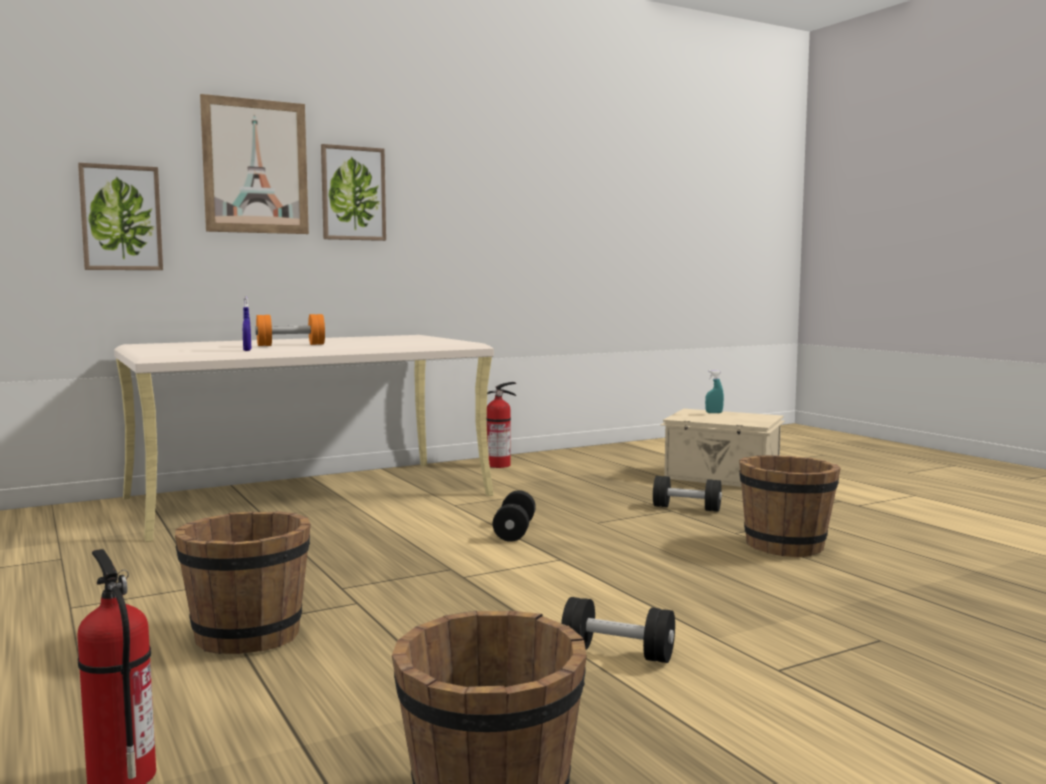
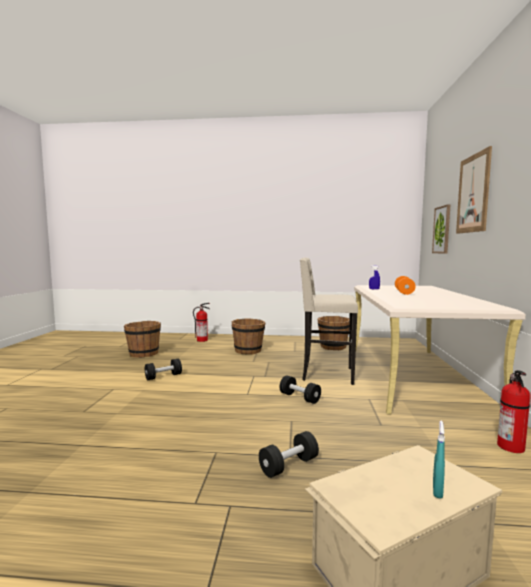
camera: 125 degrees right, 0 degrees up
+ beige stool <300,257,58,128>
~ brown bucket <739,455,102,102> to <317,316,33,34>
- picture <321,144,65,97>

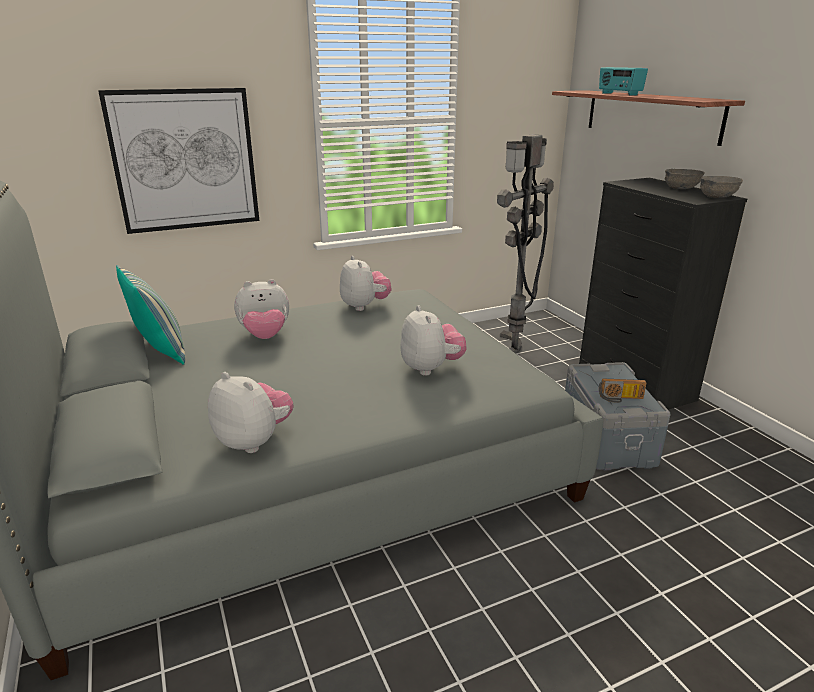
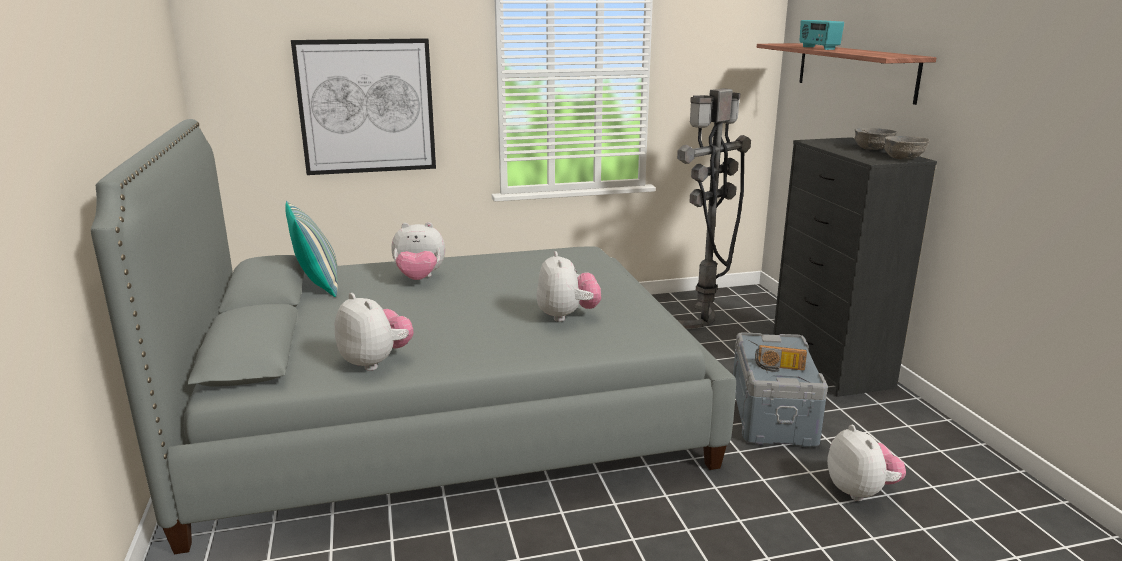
camera: 10 degrees right, 5 degrees down
~ plush toy <340,256,51,55> to <827,425,79,76>

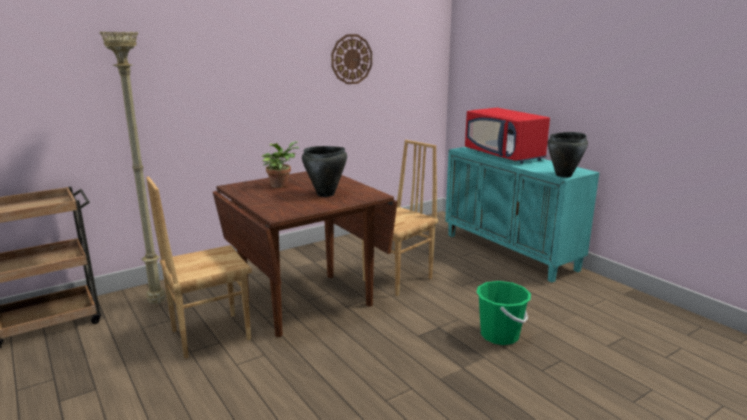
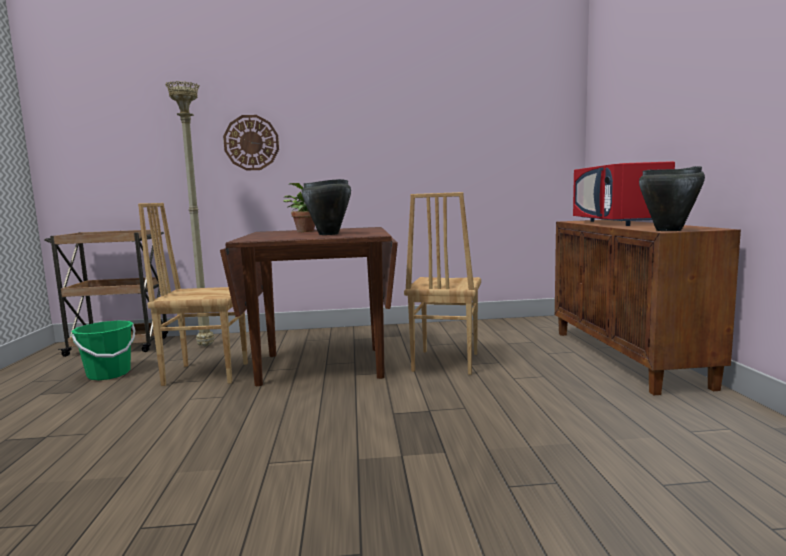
camera: 30 degrees right, 10 degrees down
~ green bucket <476,281,55,64> to <71,321,64,59>
~ wall clock <331,34,41,50> to <223,115,56,56>
~ brown chair <362,140,76,156> = <404,192,77,183> 120 degrees clockwise
~ turquoise cabinet <445,147,154,135> to brown cabinet <555,220,186,175>

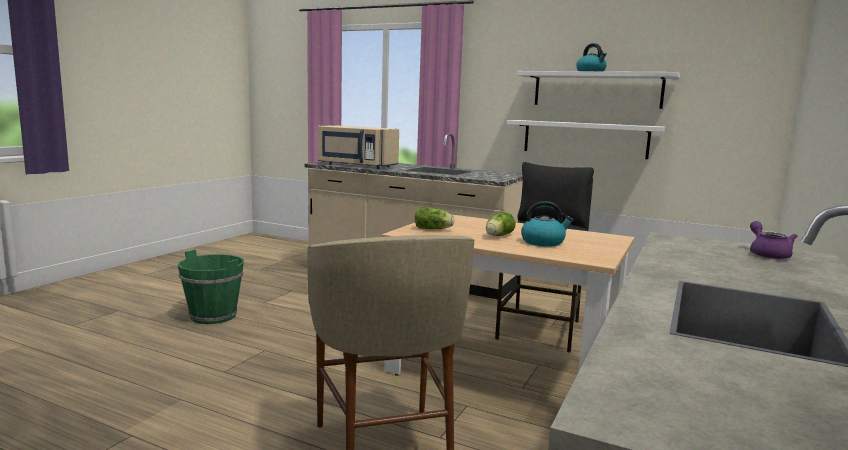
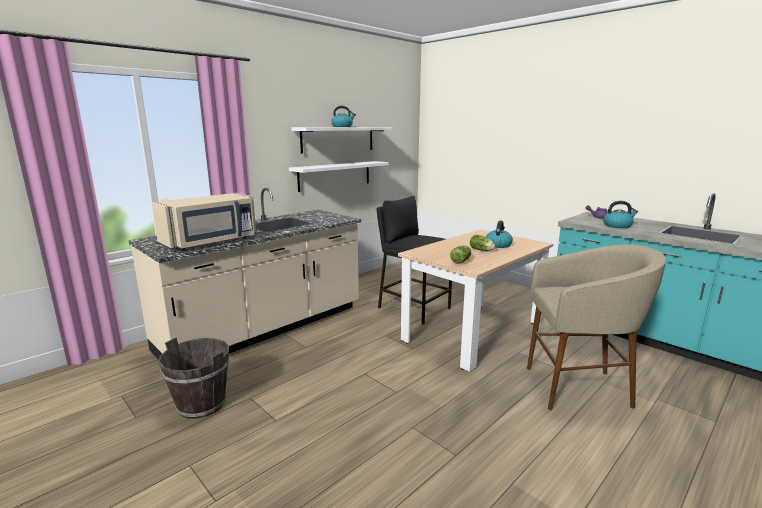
camera: 70 degrees left, 5 degrees up
+ brown bucket <158,337,71,82>
+ kettle <603,201,35,27>
- green bucket <178,250,66,74>

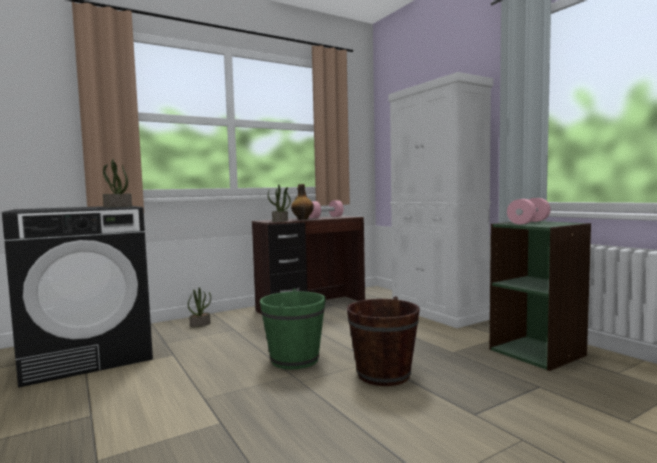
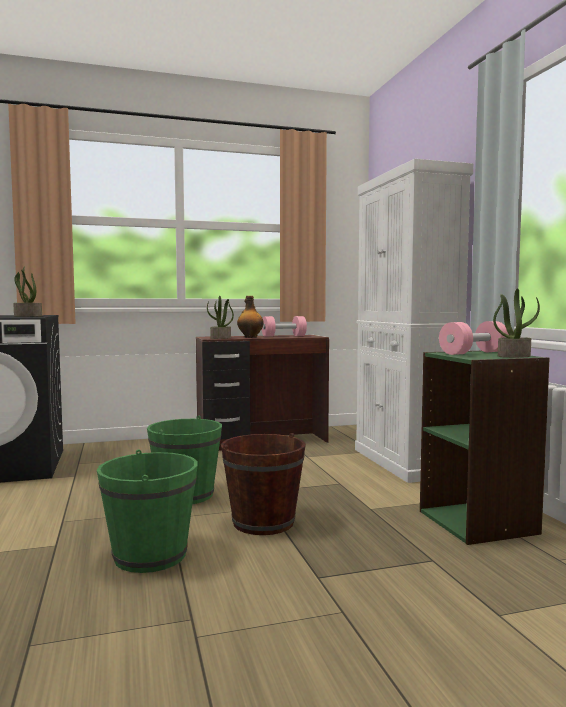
camera: 15 degrees right, 0 degrees up
+ green bucket <97,449,101,124>
~ potted plant <188,287,23,40> to <493,288,47,70>

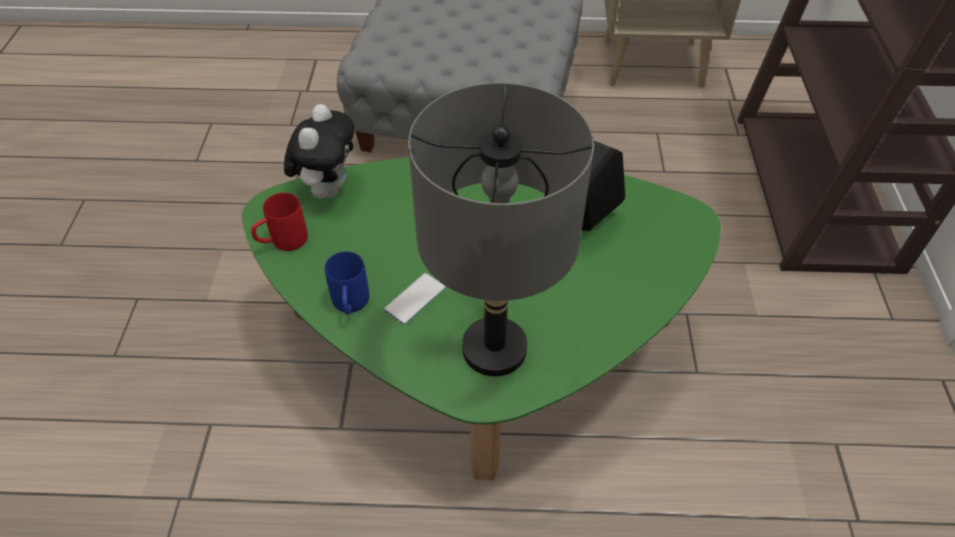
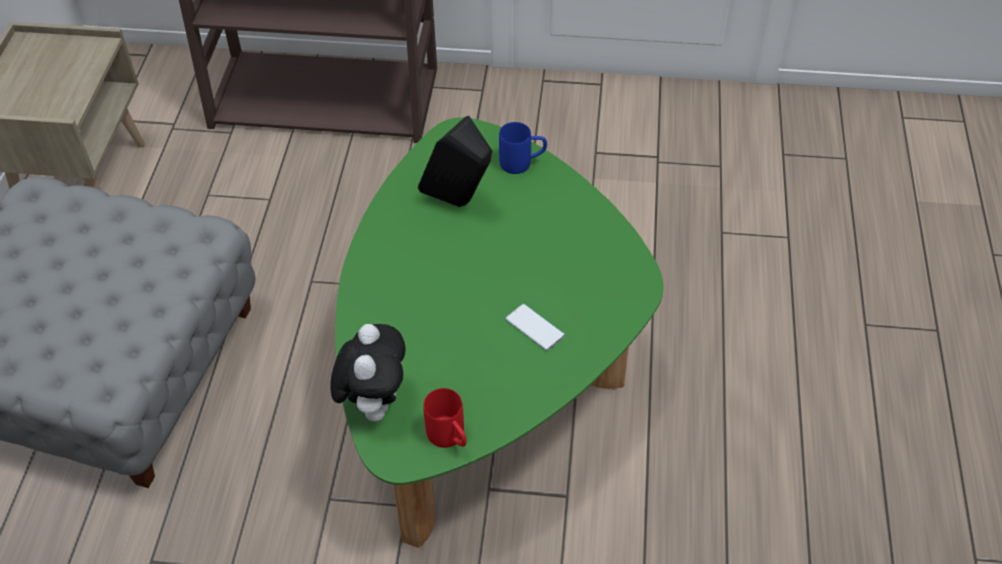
camera: 85 degrees left, 0 degrees up
~ plush toy <284,104,70,95> = <330,324,76,98> 75 degrees clockwise
~ blue mug <325,251,44,64> to <499,122,48,52>
- grey table lamp <408,83,186,294>

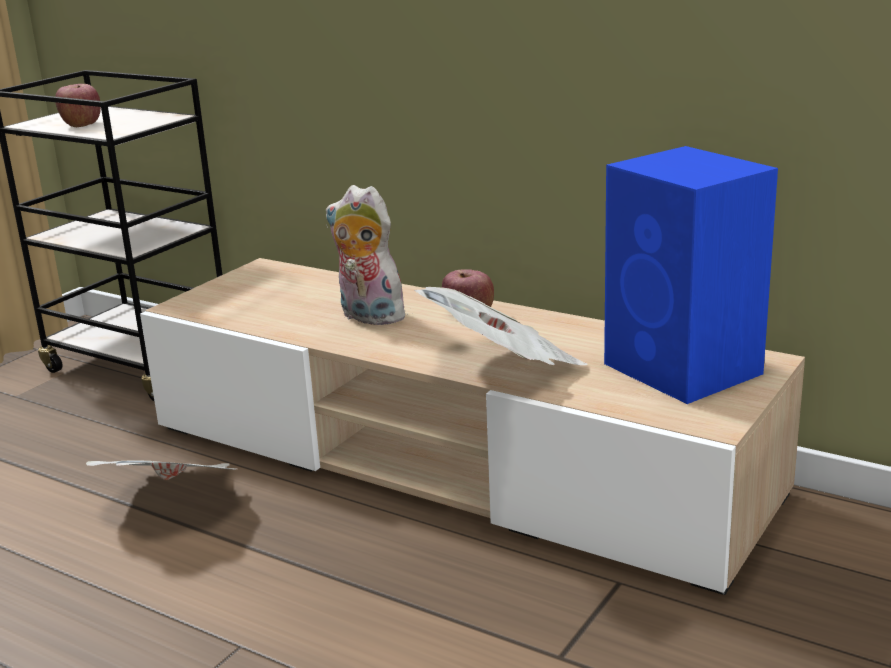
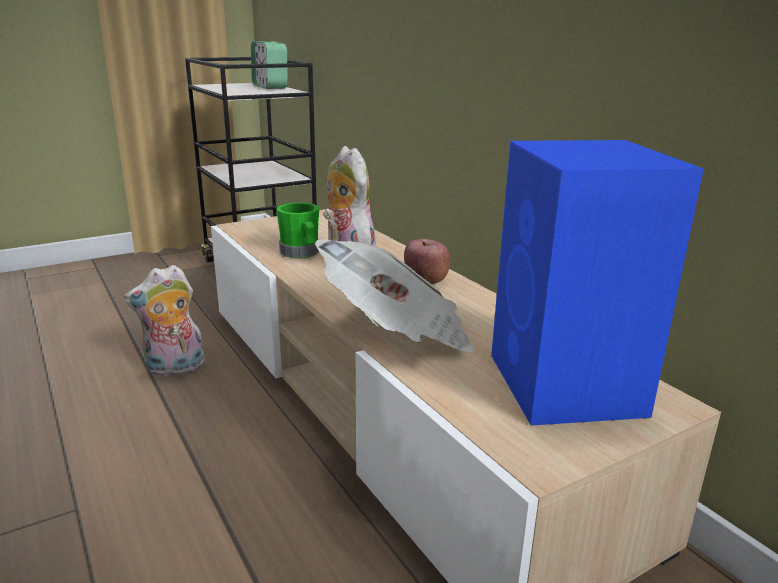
camera: 25 degrees right, 0 degrees up
~ newspaper <86,460,150,20> to plush toy <124,265,81,112>
+ alarm clock <251,41,37,48>
+ green mug <276,203,43,55>
- apple <55,84,46,43>

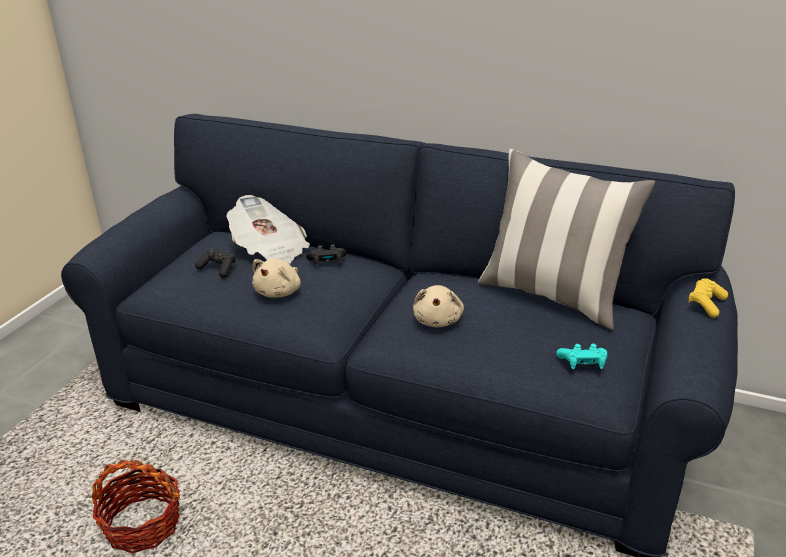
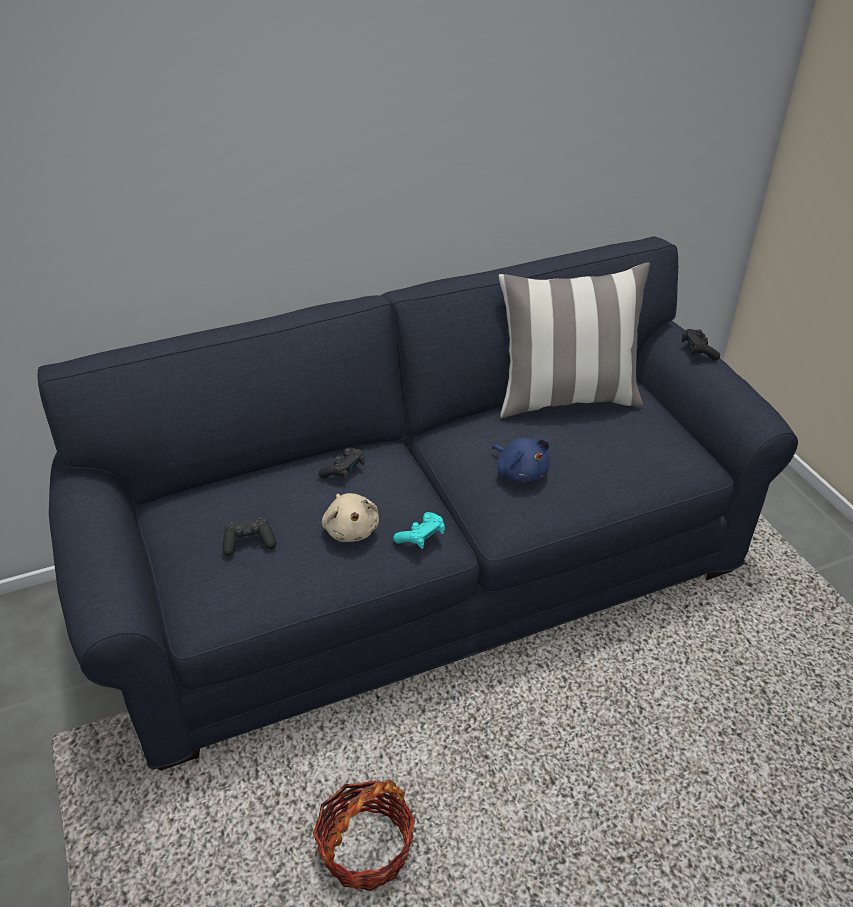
camera: 45 degrees left, 10 degrees up
~ turquoise game controller <556,344,51,25> to <393,512,52,37>
~ beige plush toy <413,285,51,42> to blue plush toy <492,438,58,45>
~ yellow game controller <688,278,40,40> to black game controller <682,329,38,32>
- newspaper <226,195,84,69>

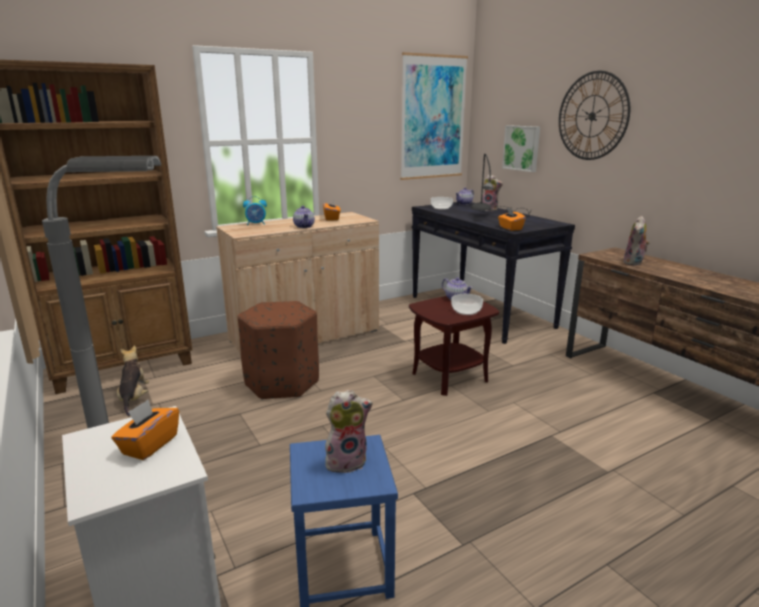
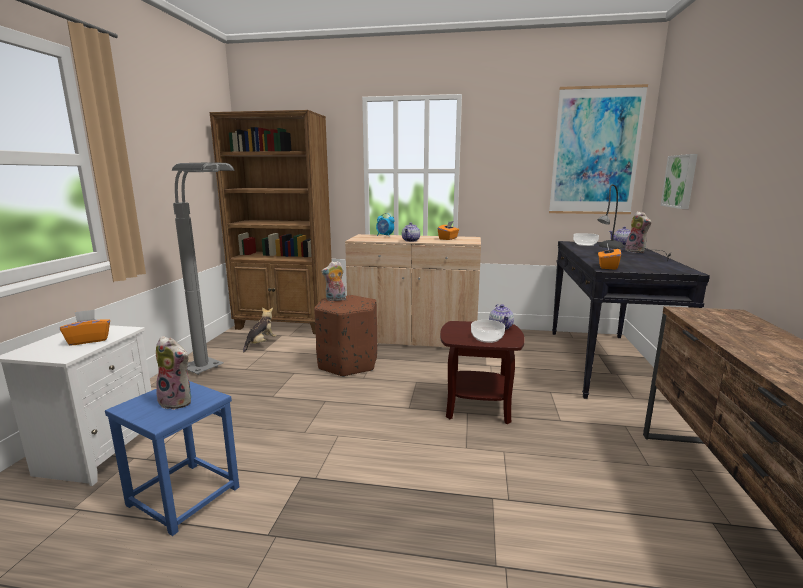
camera: 40 degrees right, 5 degrees down
~ plush toy <624,216,26,50> to <321,261,25,40>
- wall clock <559,71,71,89>

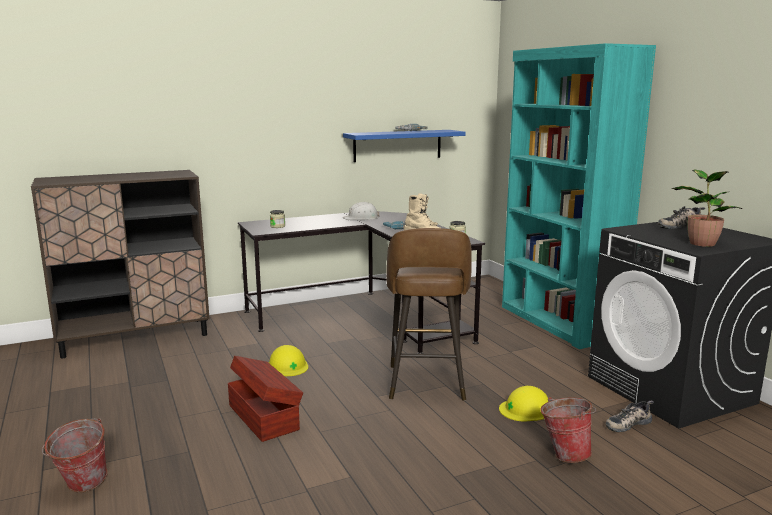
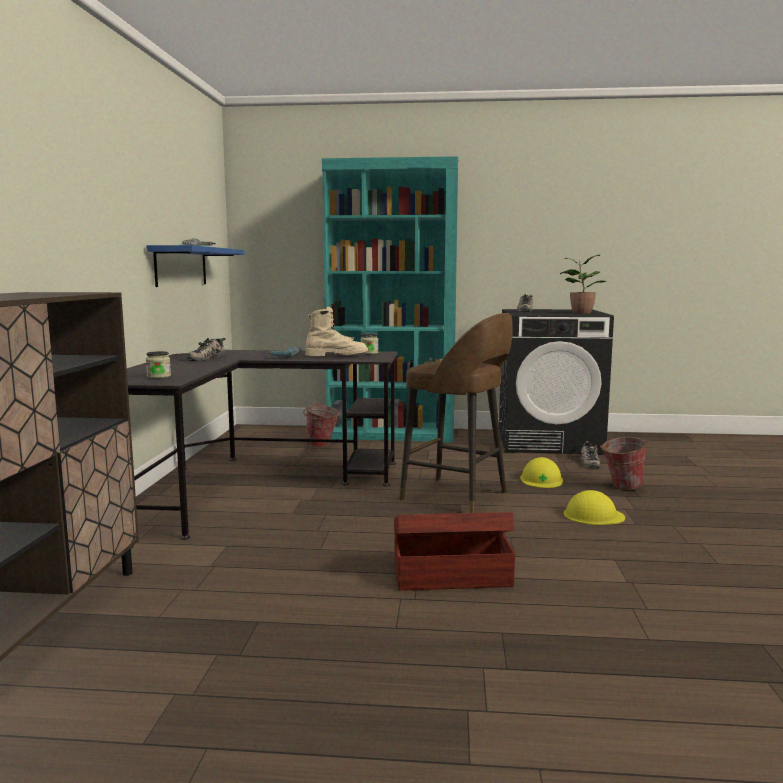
camera: 60 degrees left, 5 degrees down
~ white hard hat <343,202,36,18> to shoe <187,338,40,23>
~ bucket <42,418,66,74> to <303,402,37,45>
~ yellow hard hat <269,345,39,31> to <564,490,61,35>

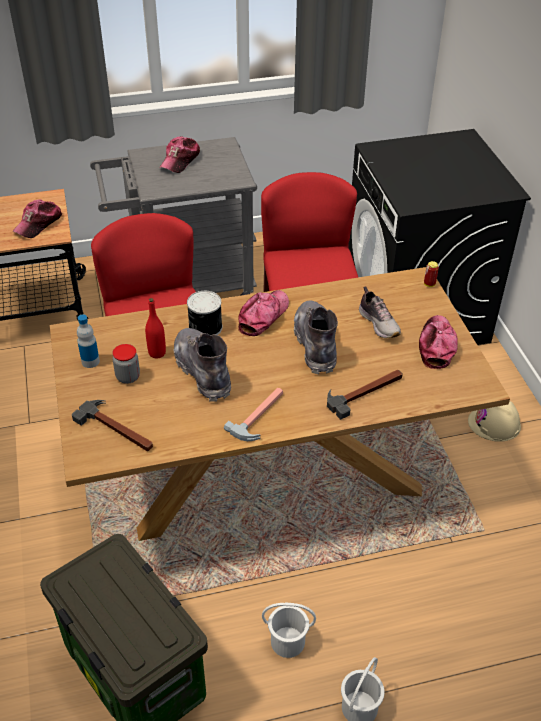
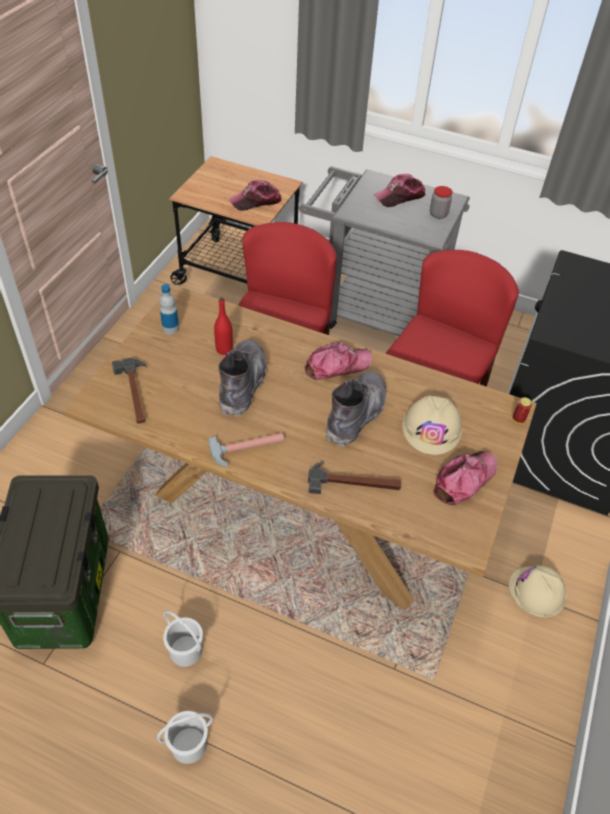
camera: 35 degrees right, 5 degrees up
~ shoe <359,286,42,52> to beige hard hat <402,395,60,60>
~ jar <112,344,28,40> to <430,186,23,33>
- can <187,291,35,44>

